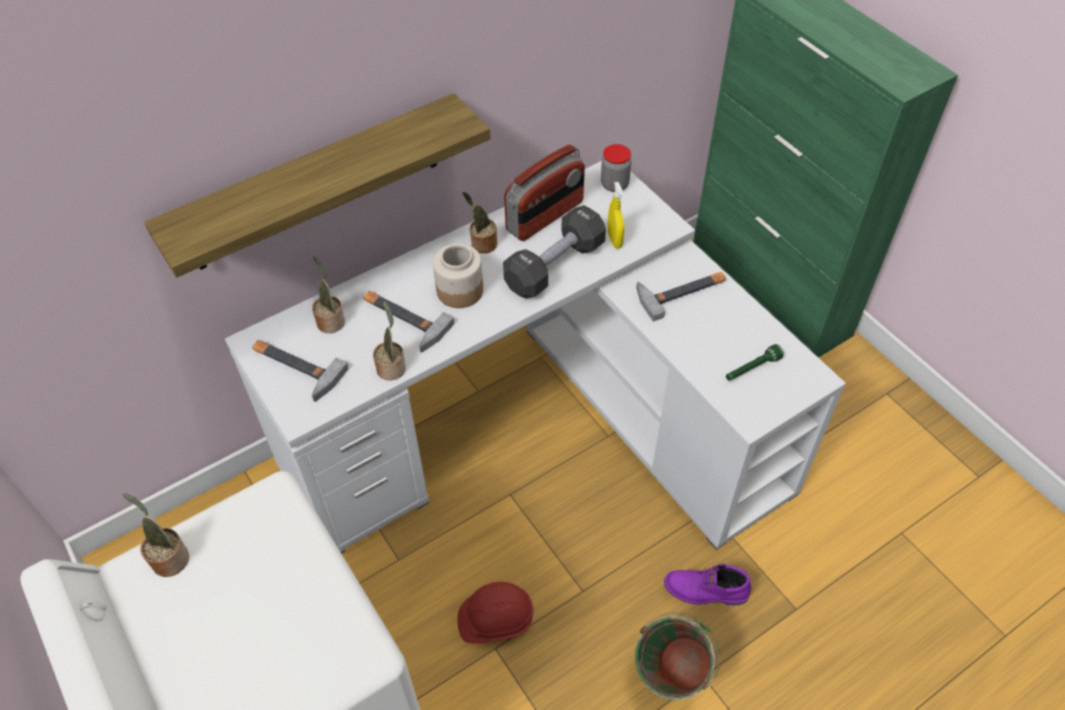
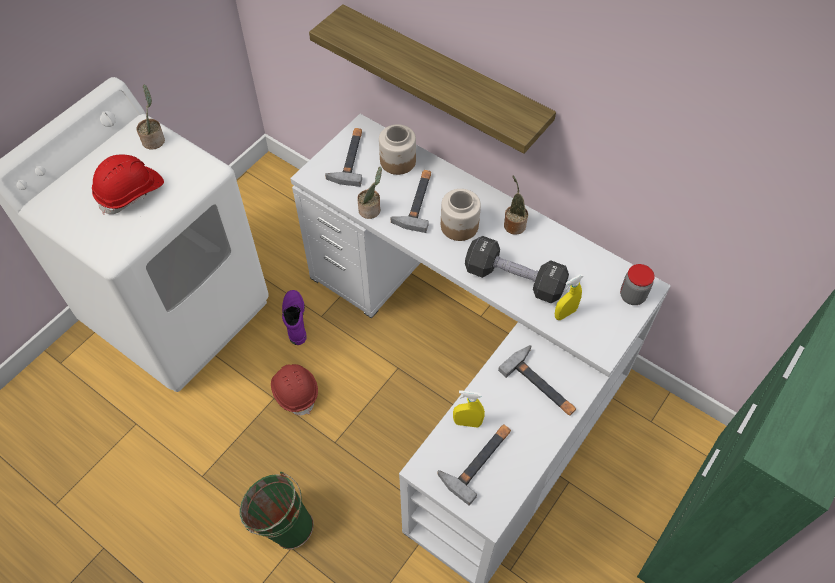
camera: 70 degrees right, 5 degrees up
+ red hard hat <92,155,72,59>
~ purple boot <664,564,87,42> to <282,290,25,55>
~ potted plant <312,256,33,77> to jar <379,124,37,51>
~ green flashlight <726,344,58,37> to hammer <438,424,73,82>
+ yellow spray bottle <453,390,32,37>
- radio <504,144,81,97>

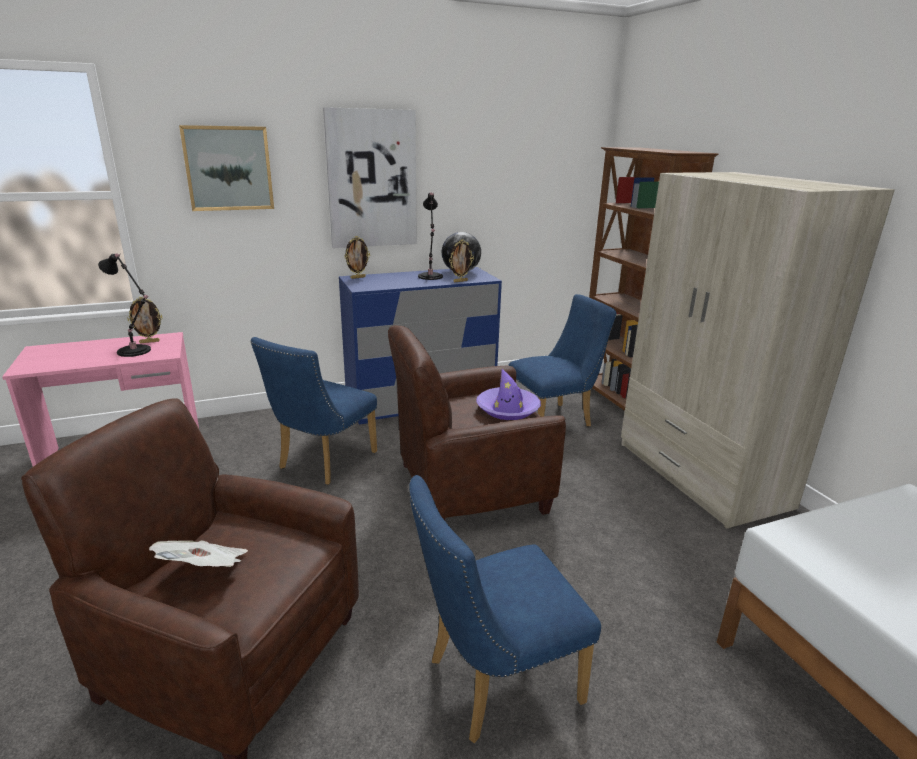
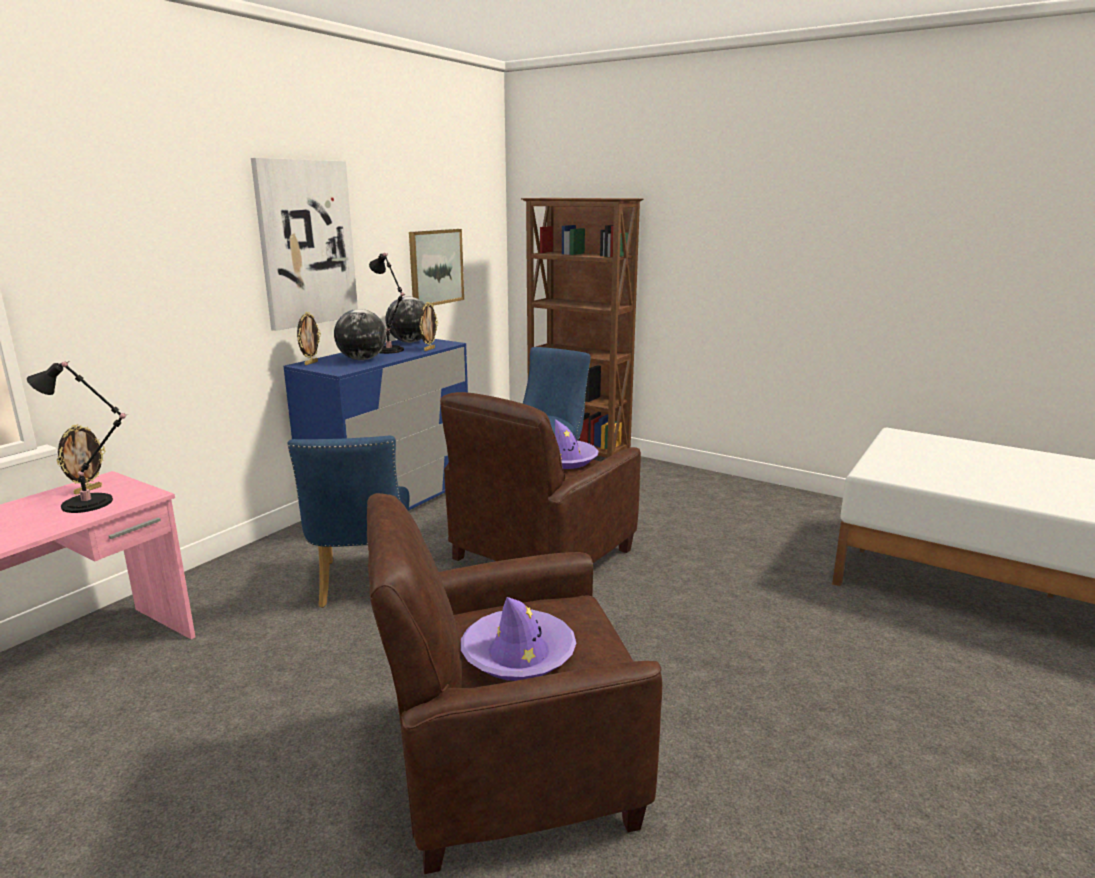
camera: 35 degrees left, 5 degrees down
+ globe <334,309,52,51>
~ picture <179,125,95,86> to <409,229,55,77>
~ newspaper <149,541,99,26> to purple hat <461,597,115,84>
- blue chair <409,475,192,268>
- beige wardrobe <621,172,274,357>

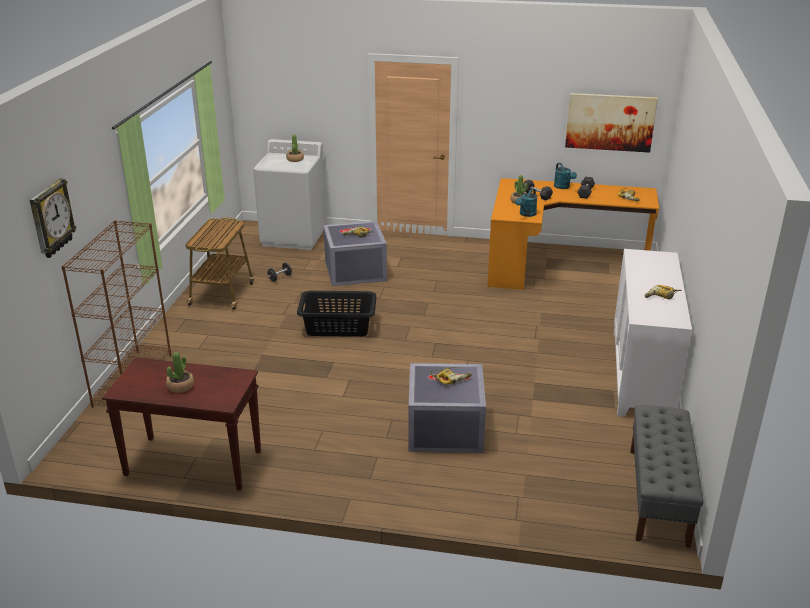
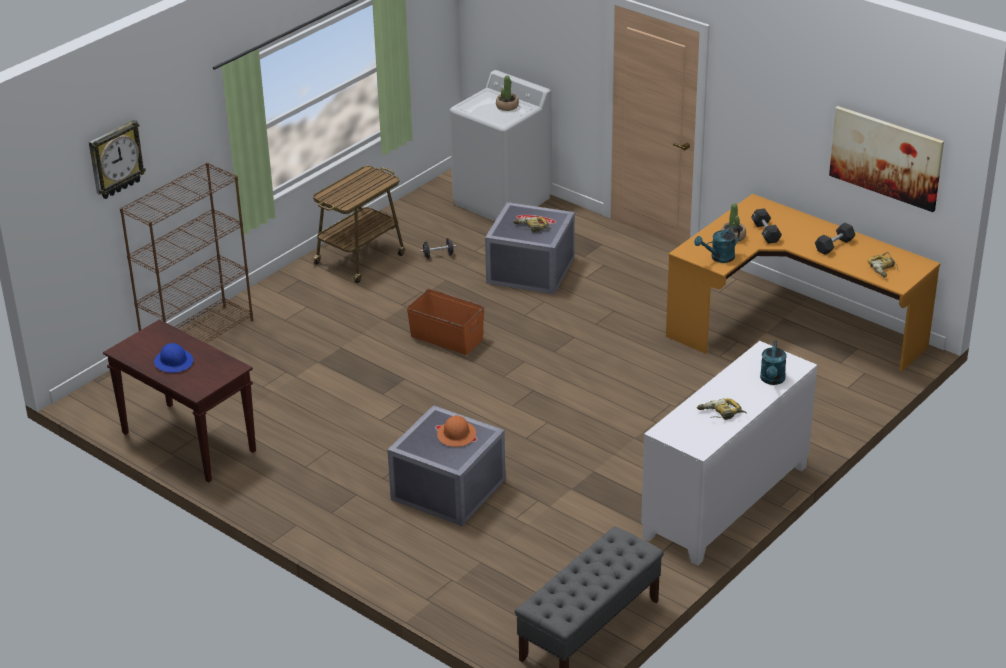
camera: 30 degrees right, 5 degrees up
~ potted plant <166,352,28,41> to blue hard hat <154,343,39,30>
~ black laundry basket <297,291,80,46> to orange storage box <407,289,78,66>
~ power drill <430,367,42,18> to orange hard hat <437,415,39,32>
~ turquoise watering can <554,163,23,26> to <760,340,27,45>

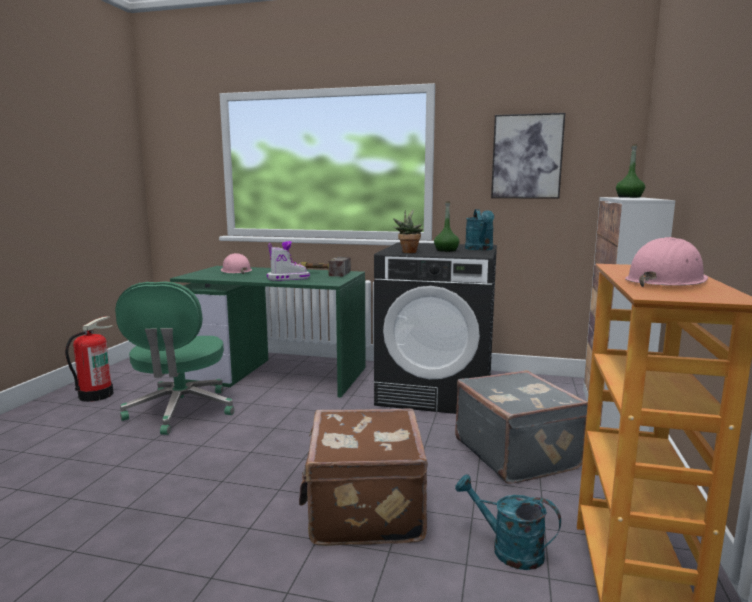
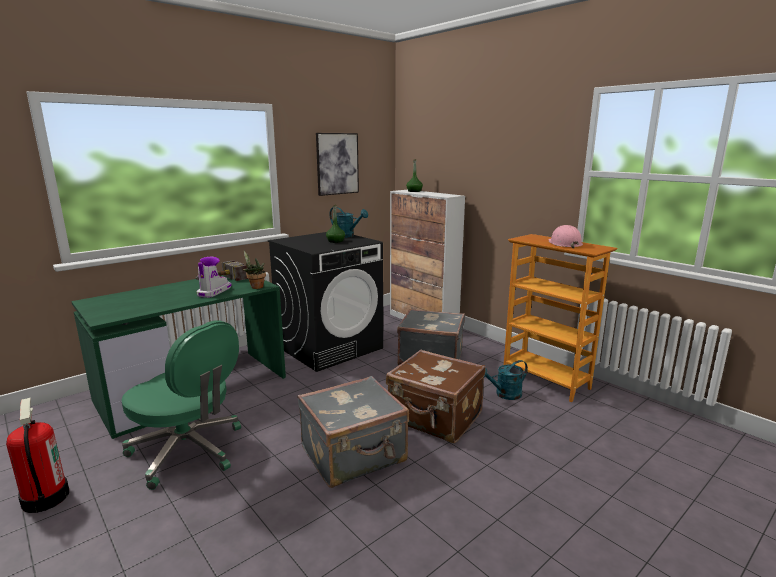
camera: 55 degrees left, 5 degrees up
~ potted plant <393,209,30,44> to <243,250,23,39>
+ grey suitcase <297,376,112,112>
- pink hard hat <221,253,31,21>

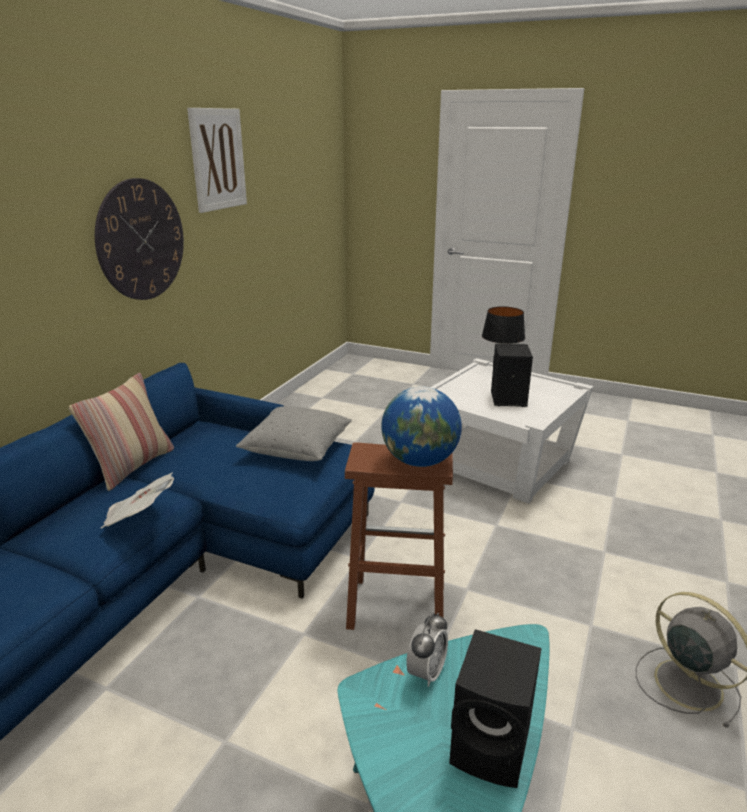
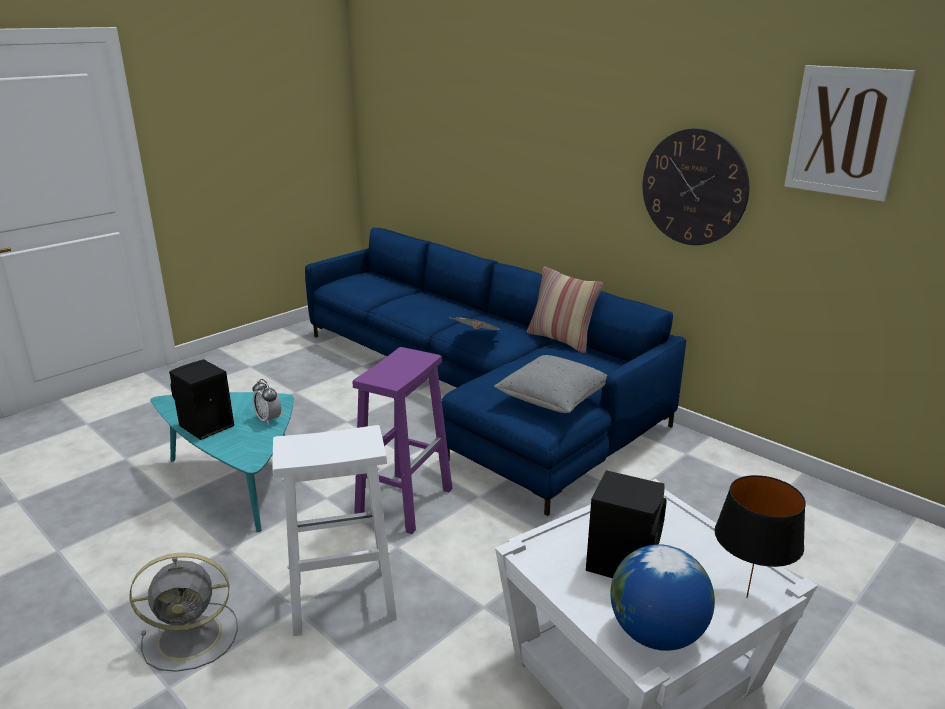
camera: 110 degrees right, 0 degrees up
+ white stool <272,425,125,211>
~ brown stool <345,442,108,188> to purple stool <353,347,99,187>
~ globe <381,387,81,80> to <610,544,105,107>

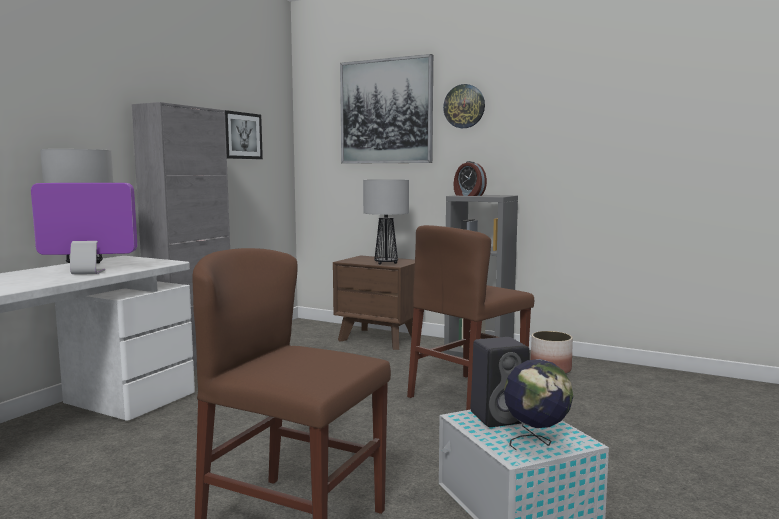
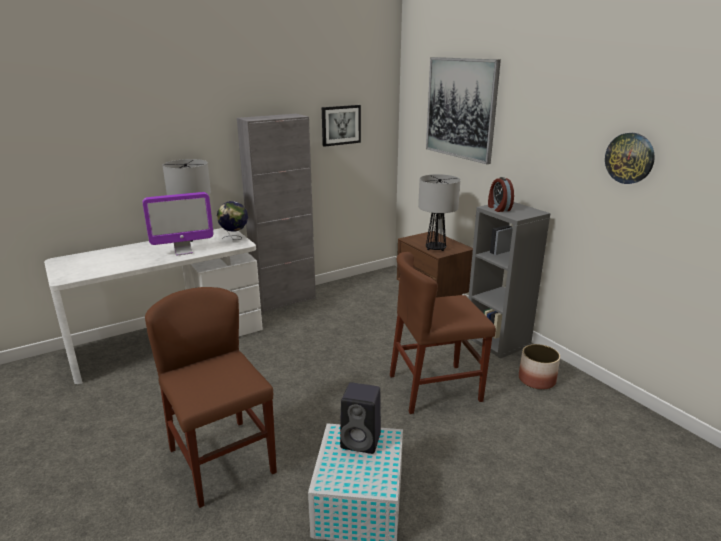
camera: 30 degrees right, 15 degrees up
~ monitor <31,183,106,91> = <142,192,72,64> 135 degrees clockwise
~ globe <504,359,69,91> to <217,201,31,39>
~ wall clock <443,84,42,44> to <605,133,50,51>

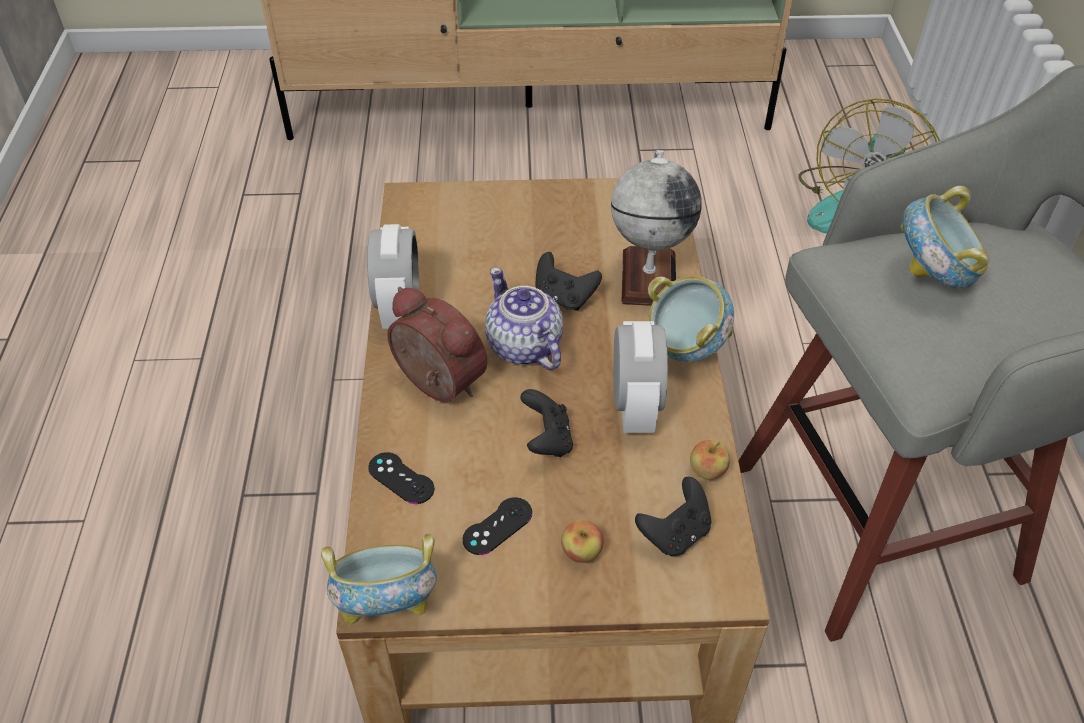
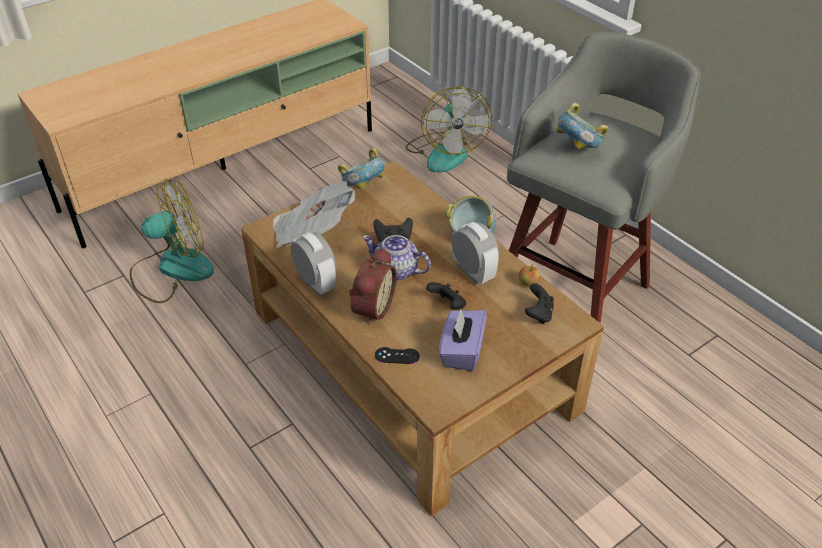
camera: 35 degrees left, 5 degrees down
+ fan <130,179,84,124>
+ newspaper <273,181,82,67>
~ bowl <321,534,116,90> to <338,148,47,41>
~ alarm clock <387,287,100,115> = <349,248,48,77> 105 degrees clockwise
~ black game controller <463,497,70,58> to purple tissue box <439,309,48,62>
- apple <561,520,43,43>
- globe <611,150,91,156>

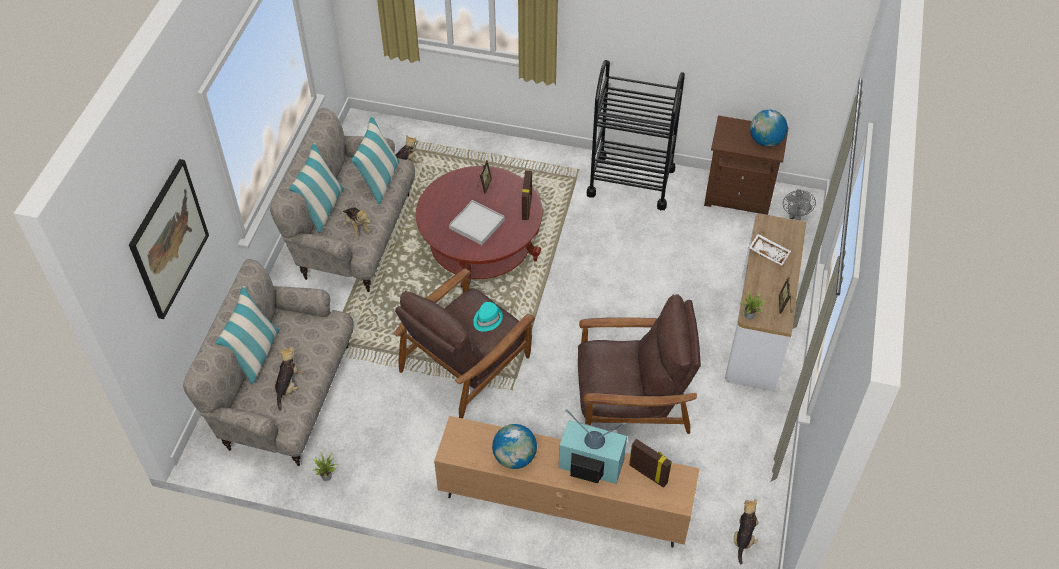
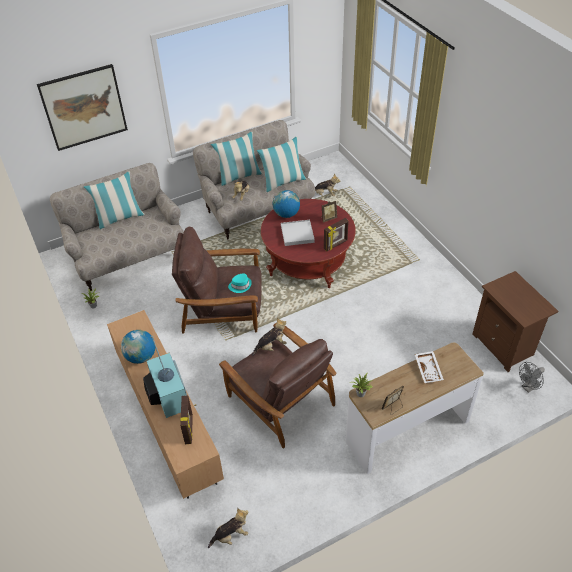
camera: 50 degrees right, 5 degrees down
~ plush toy <274,346,29,65> to <252,318,35,38>
~ globe <750,110,38,37> to <273,190,27,28>
- black cart <587,60,98,150>

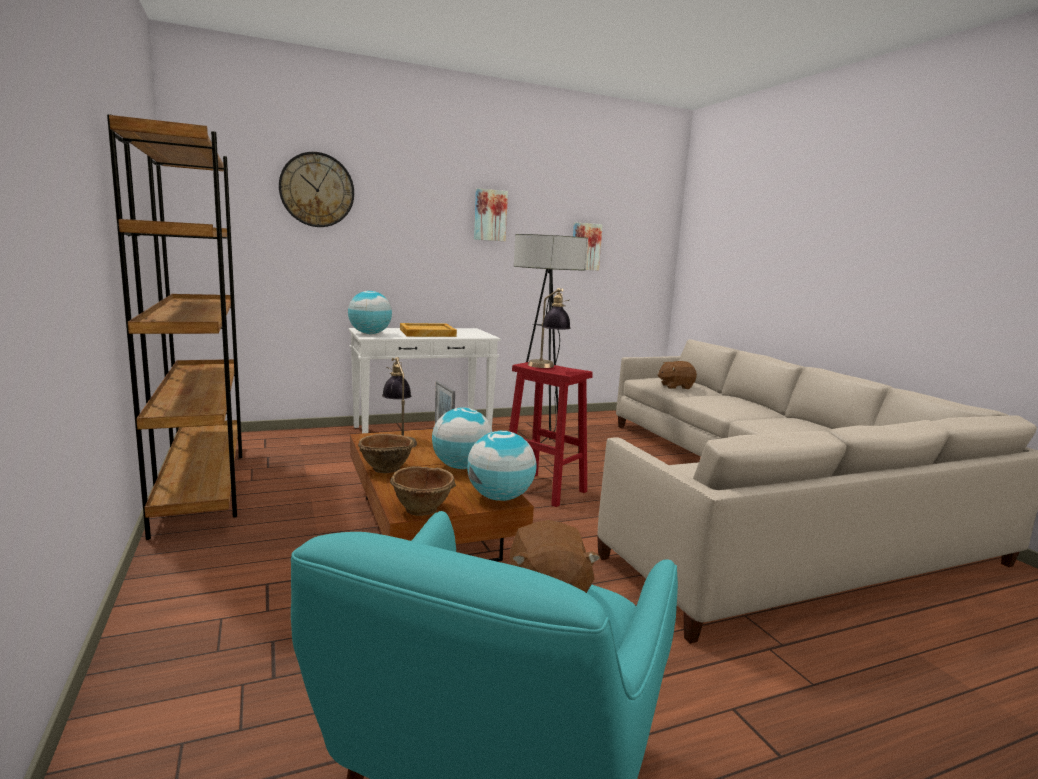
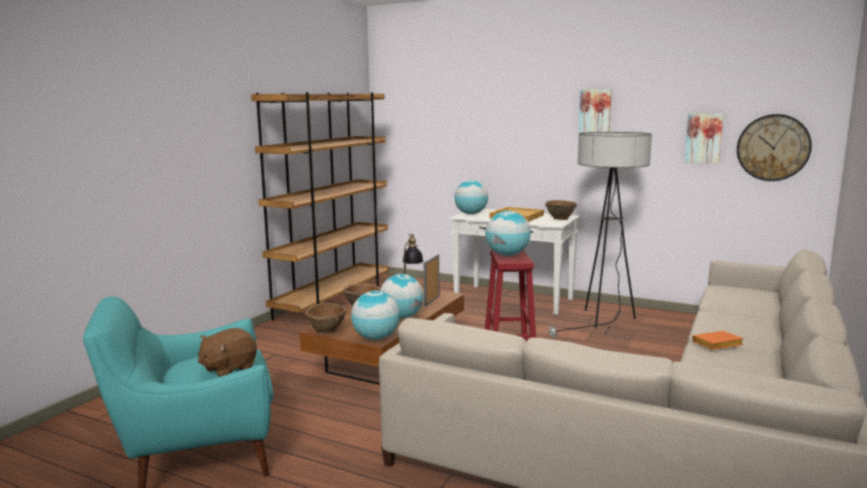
camera: 50 degrees right, 0 degrees up
~ table lamp <528,288,43,80> to globe <485,211,46,45>
+ brown bowl <545,200,32,20>
+ orange book <692,331,52,19>
~ wall clock <279,152,75,75> to <737,114,75,67>
- brown plush toy <657,361,40,28>

